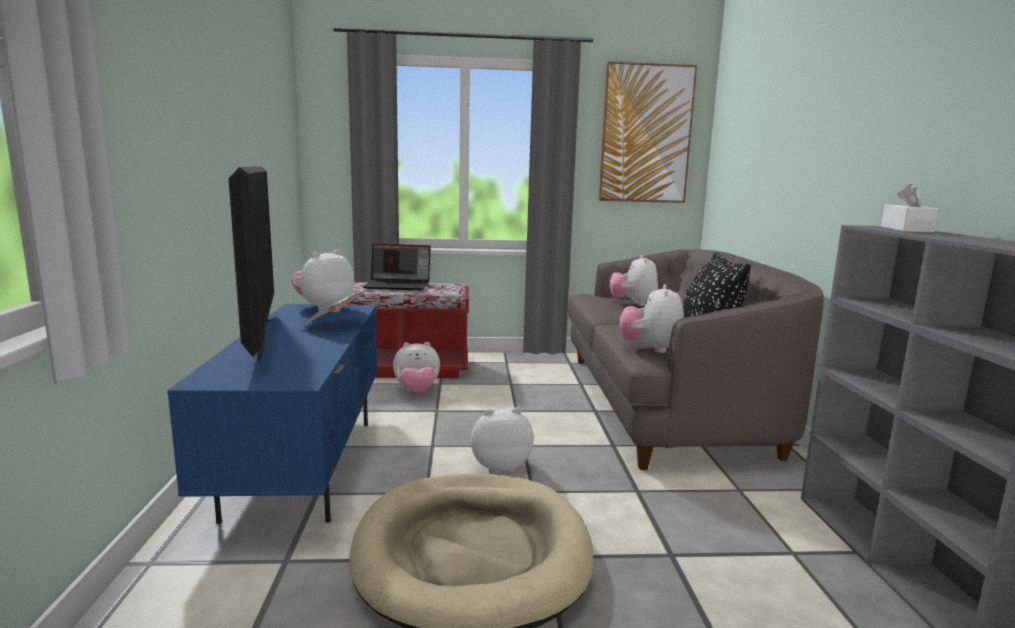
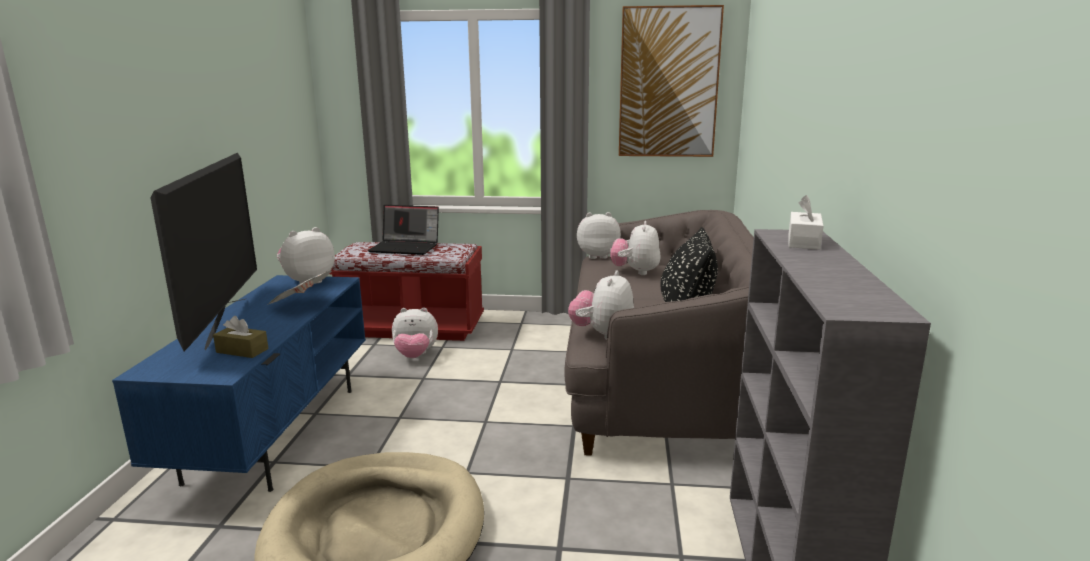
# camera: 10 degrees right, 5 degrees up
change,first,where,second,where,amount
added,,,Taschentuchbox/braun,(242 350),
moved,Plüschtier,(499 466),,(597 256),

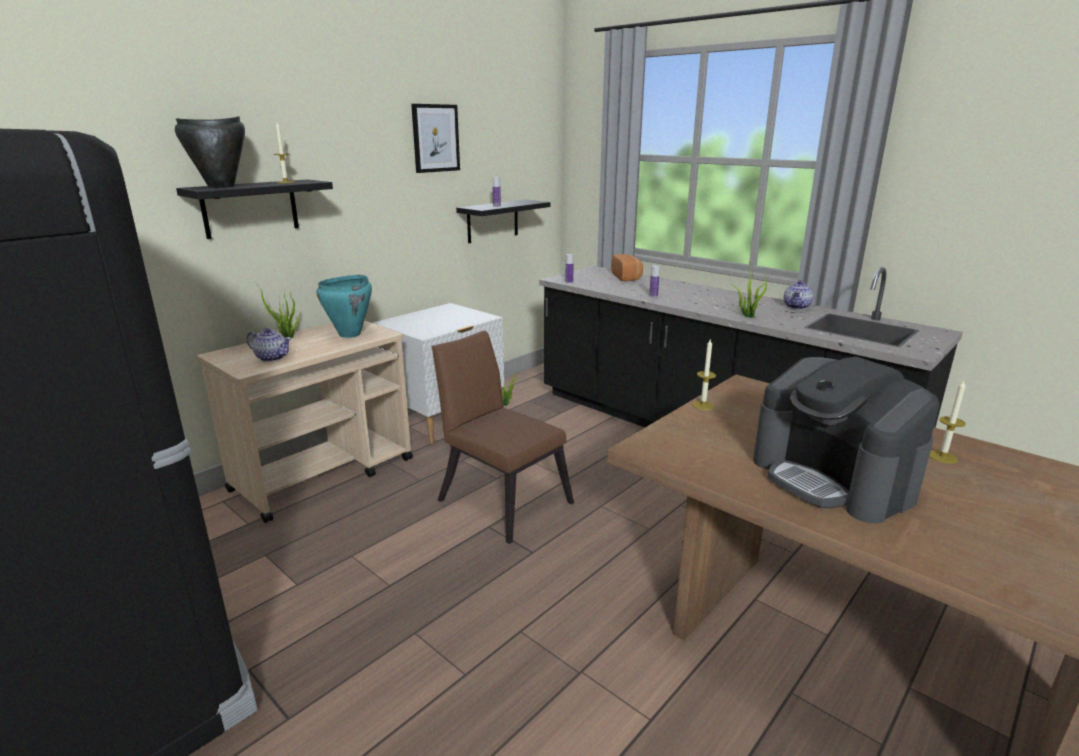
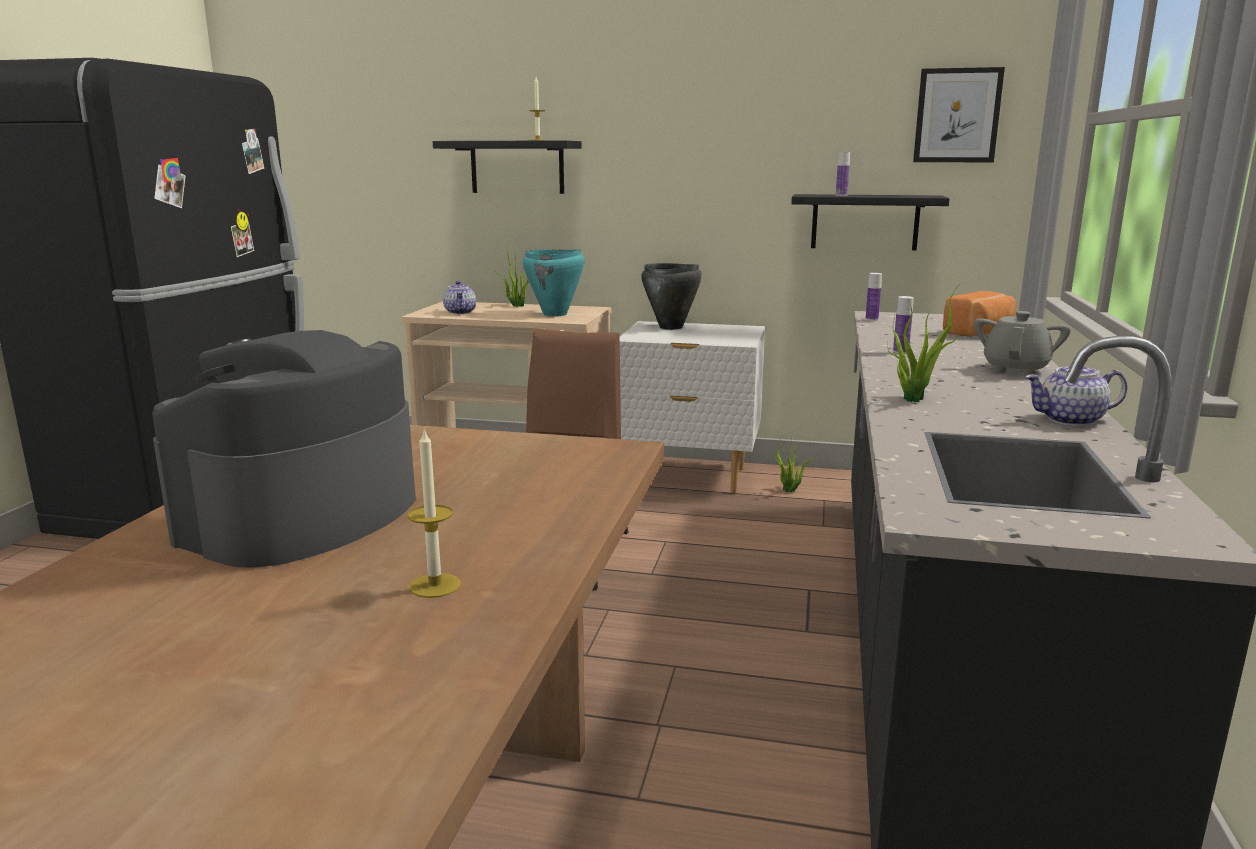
# camera: 60 degrees right, 5 degrees down
change,first,where,second,where,amount
moved,Kochtopf/schwarz,(221 186),,(671 327),
moved,Bild,(435 138),,(957 116),
added,,,Teekanne/grau,(1015 370),
removed,Kerze,(703 405),,,

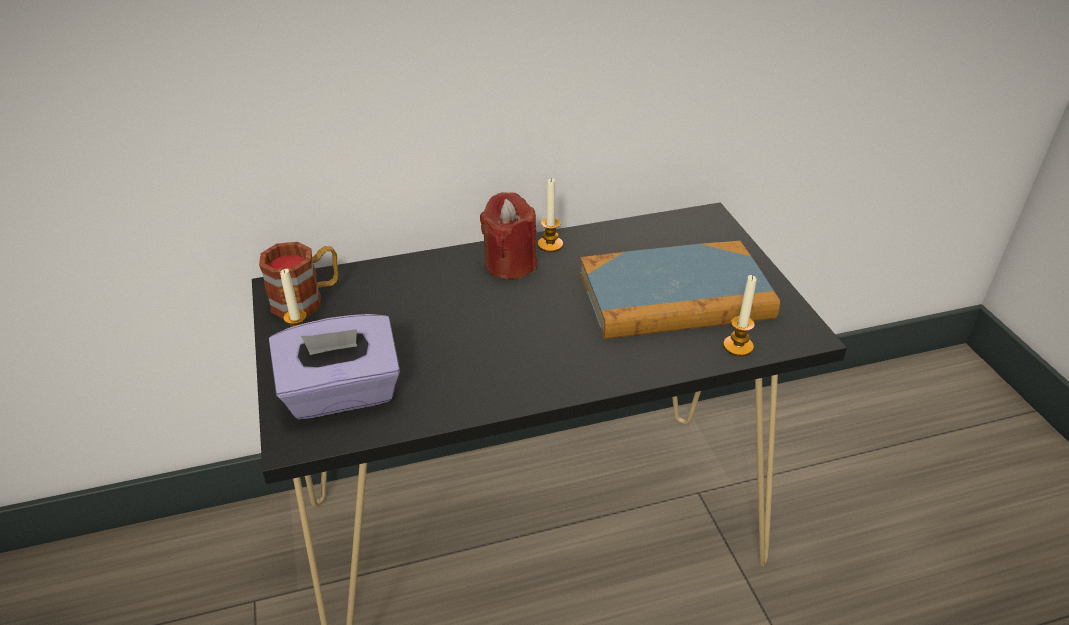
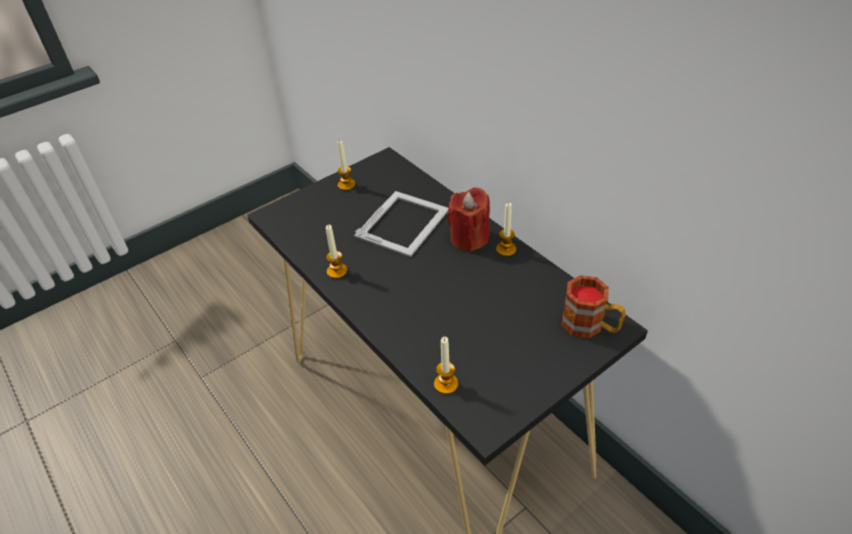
# camera: 70 degrees right, 5 degrees up
change,first,where,second,where,amount
added,,,Kerze,(337 271),
added,,,Bilderrahmen,(404 222),
moved,Henkelbecher,(307 299),,(590 326),
removed,Taschentuchbox/lila,(342 394),,,
removed,Buch,(675 297),,,

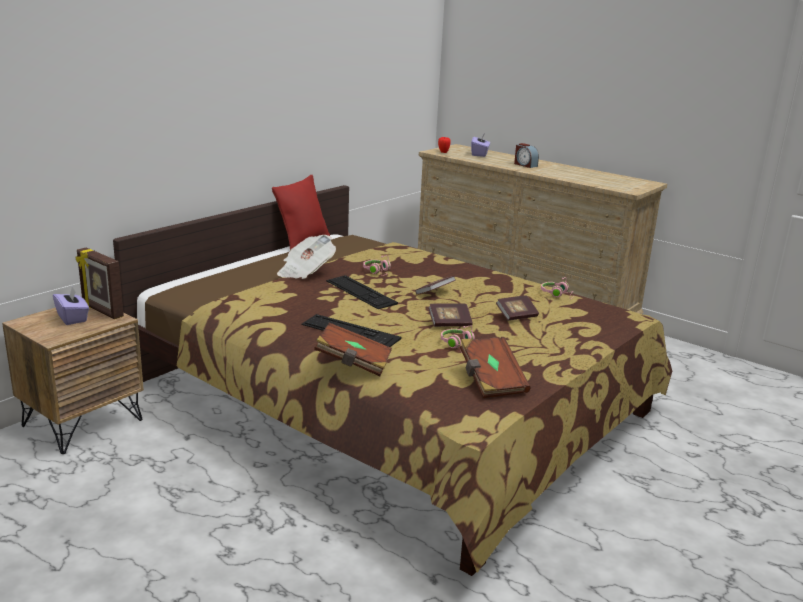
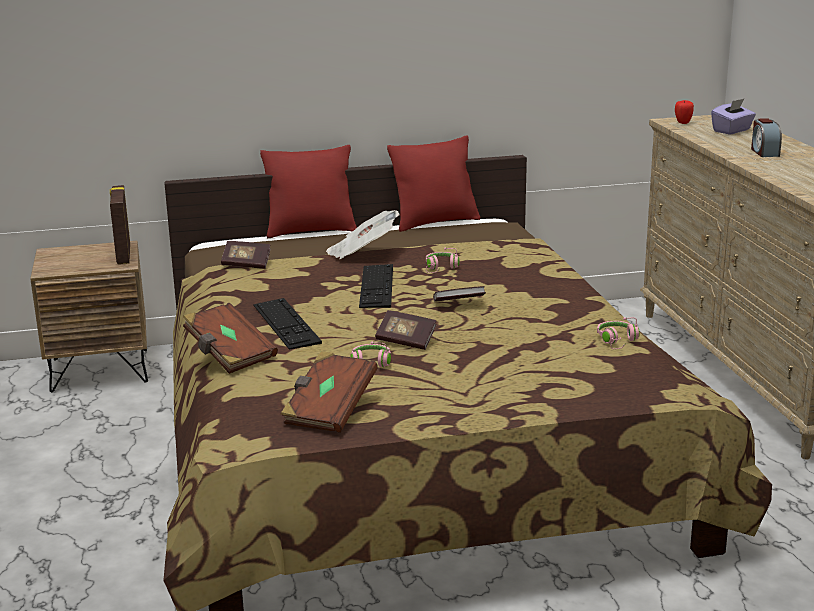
# camera: 40 degrees right, 0 degrees up
change,first,where,second,where,amount
moved,Buch,(516 316),,(246 264),
added,,,Kissen/rot,(311 231),
removed,Taschentuchbox/lila,(72 318),,,

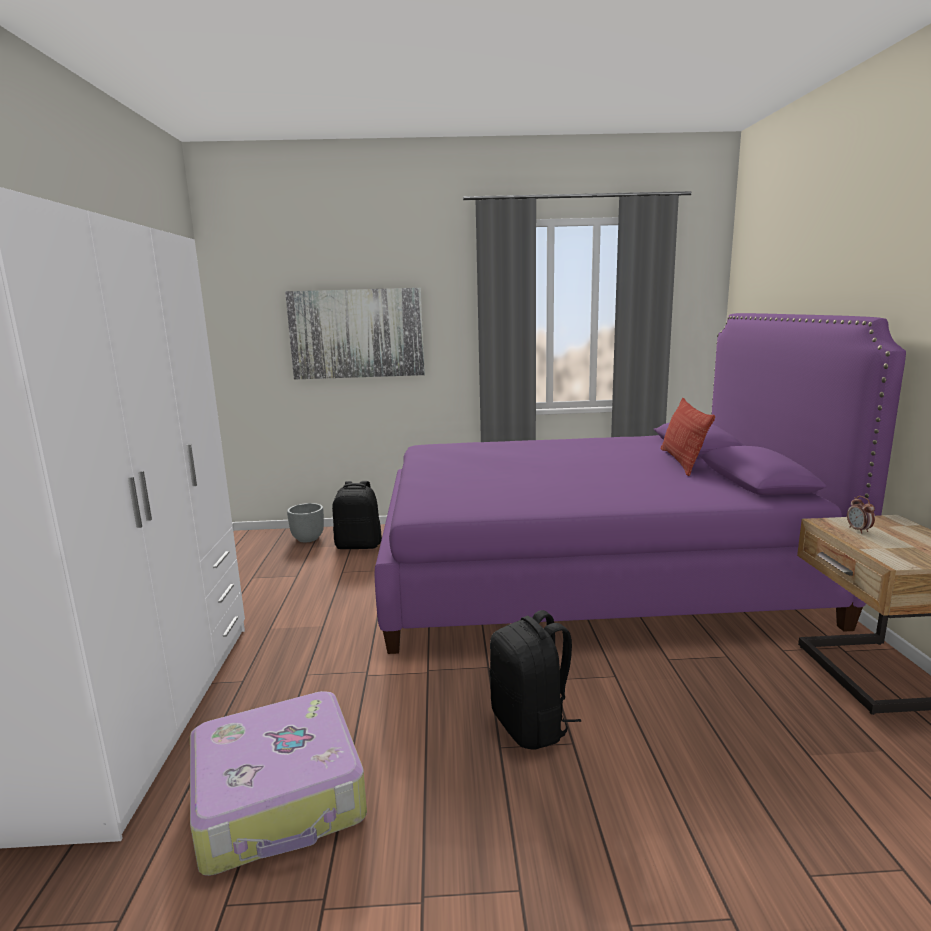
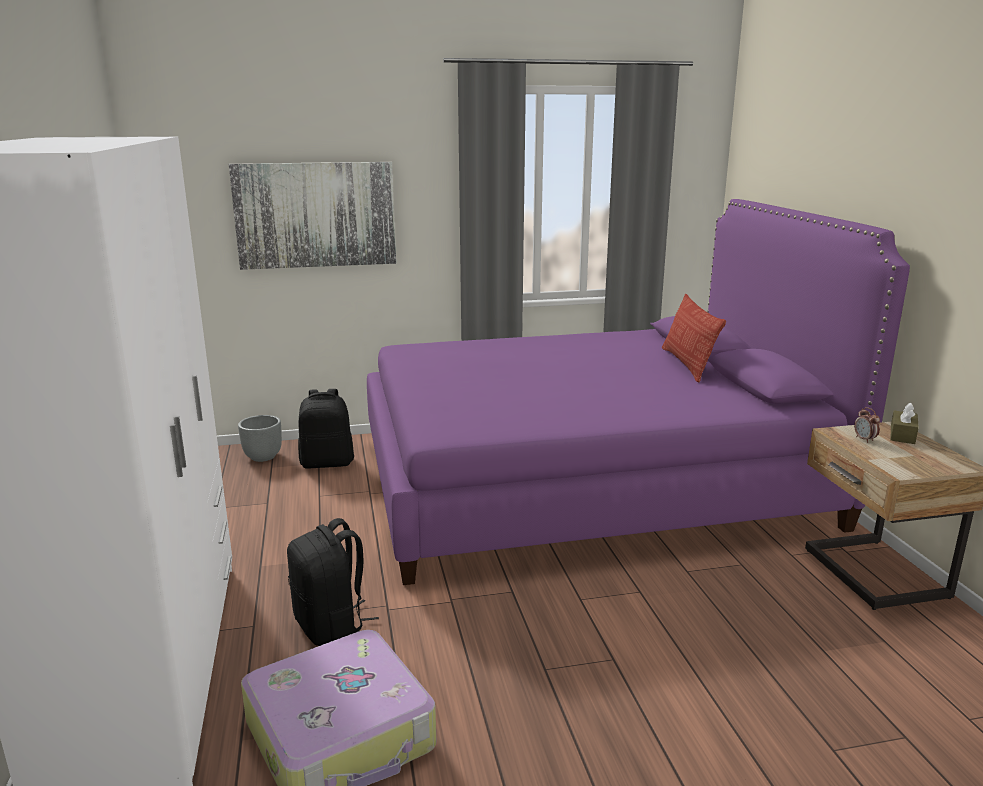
# camera: 10 degrees left, 5 degrees up
change,first,where,second,where,amount
moved,Rucksack/schwarz,(531 725),,(331 626),
added,,,Taschentuchbox/braun,(902 435),

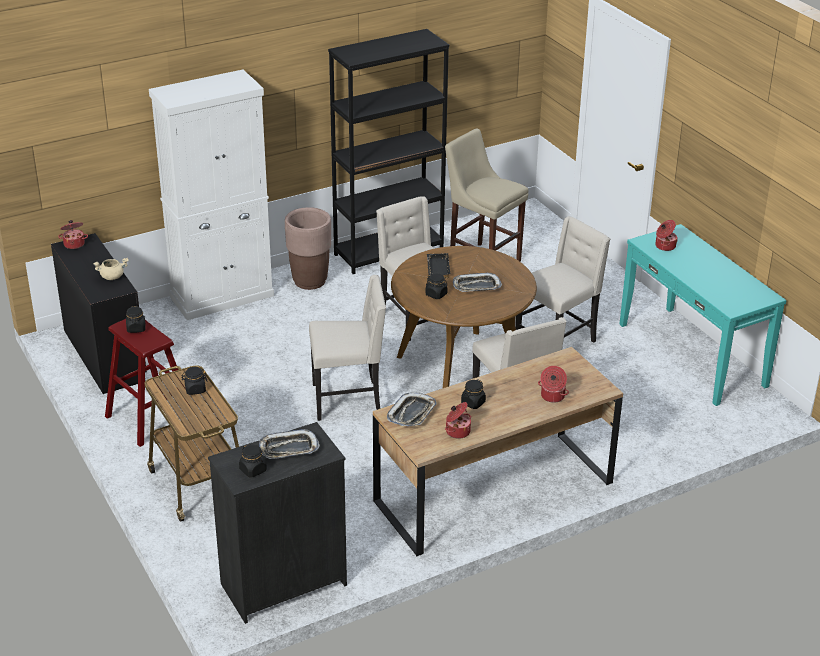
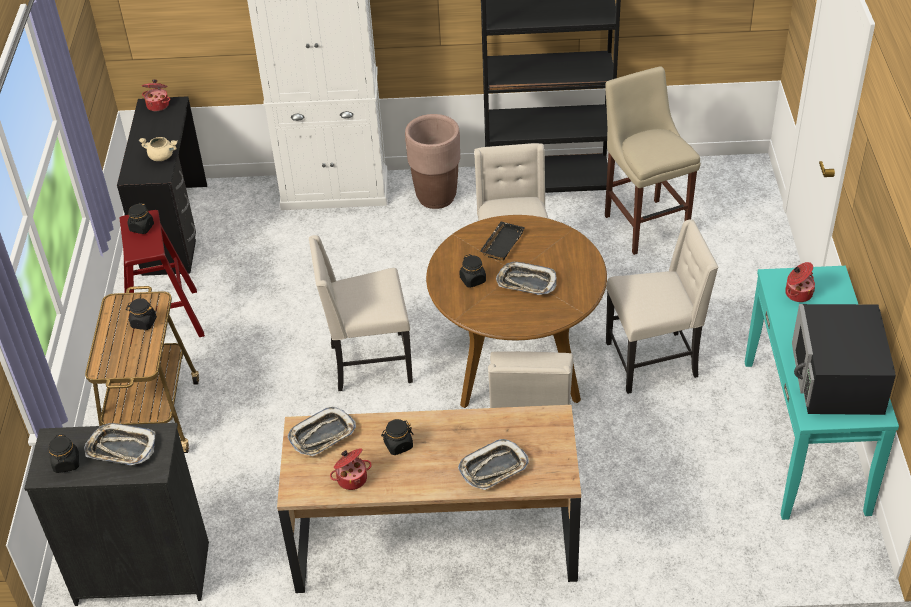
# camera: 30 degrees right, 10 degrees up
change,first,where,second,where,amount
turned,Stuhl/beige,(348 399),,(368 363),150 degrees clockwise
replaced,Kochtopf,(552 396),Tablett,(493 468),
added,,,Mikrowelle/schwarz,(837 378),

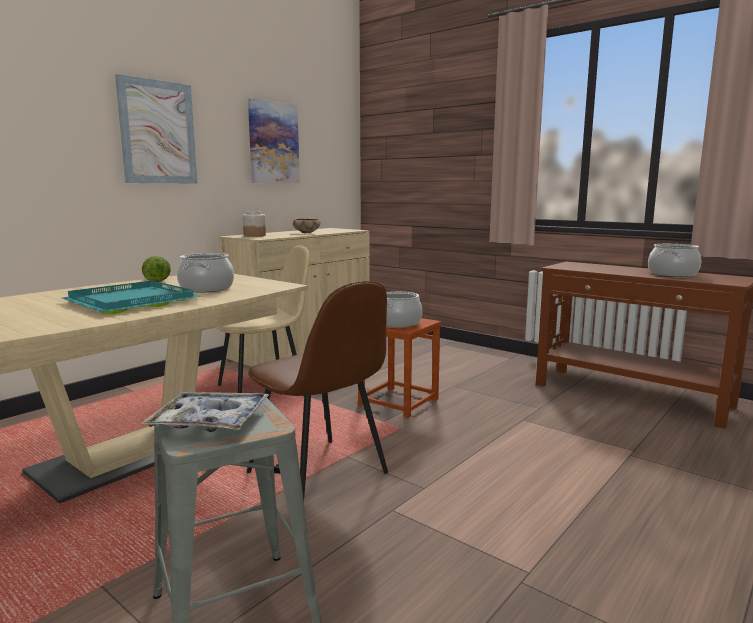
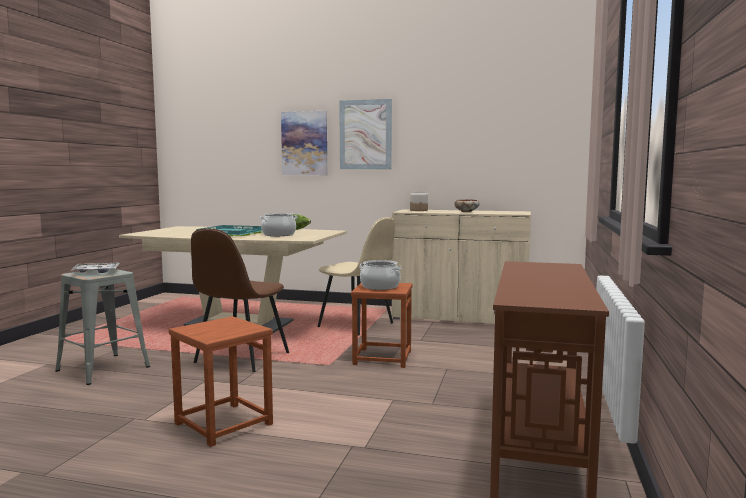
# camera: 65 degrees right, 5 degrees down
change,first,where,second,where,amount
added,,,Hocker/braun,(223 424),
moved,Bild,(273 143),,(304 143),
removed,Kochtopf,(673 274),,,

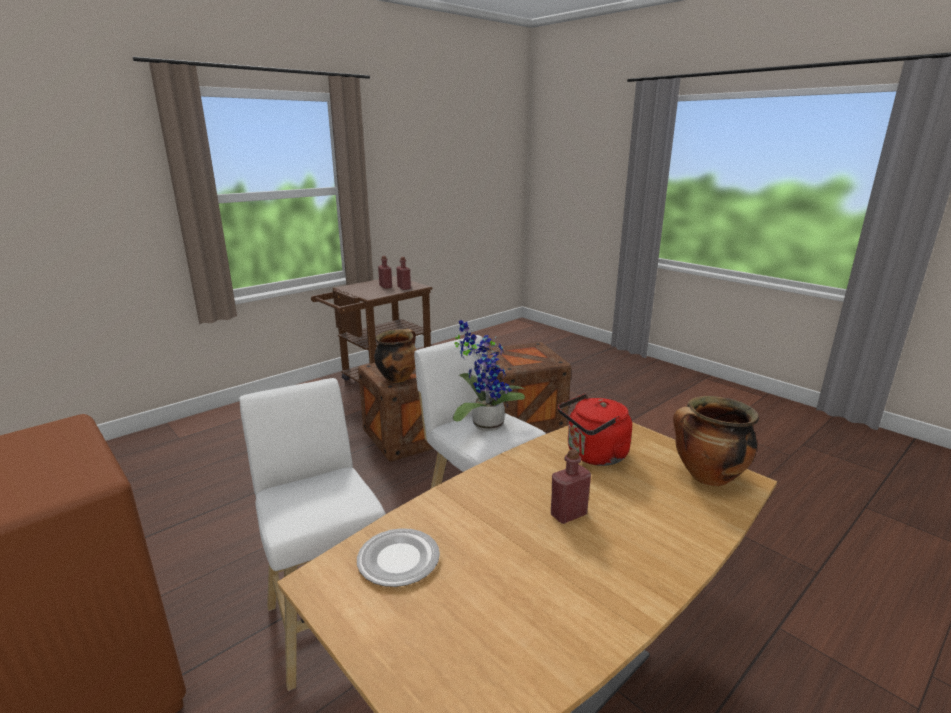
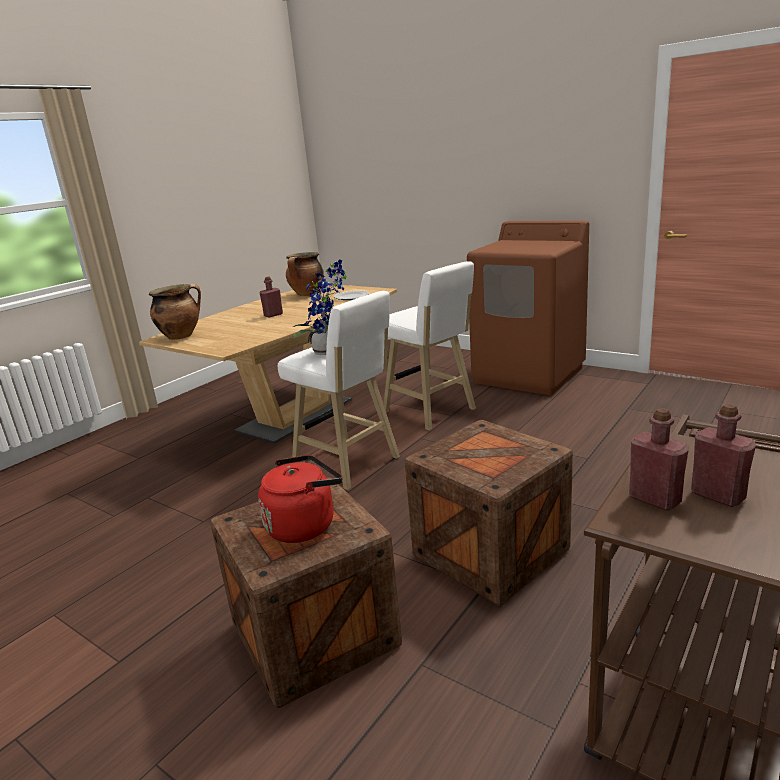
# camera: 170 degrees right, 0 degrees up
change,first,where,second,where,amount
moved,Wasserkessel/rot,(594 455),,(304 525),
moved,Kochtopf,(397 378),,(307 294),

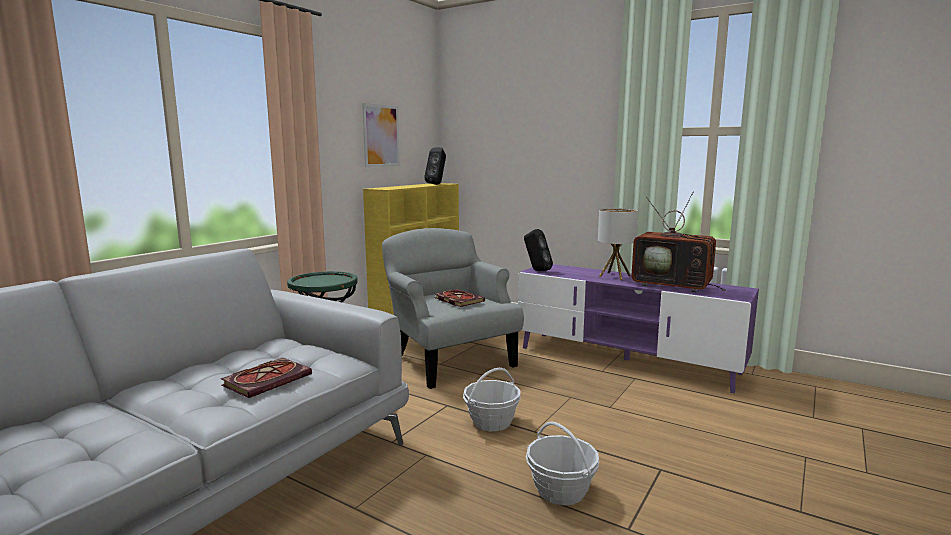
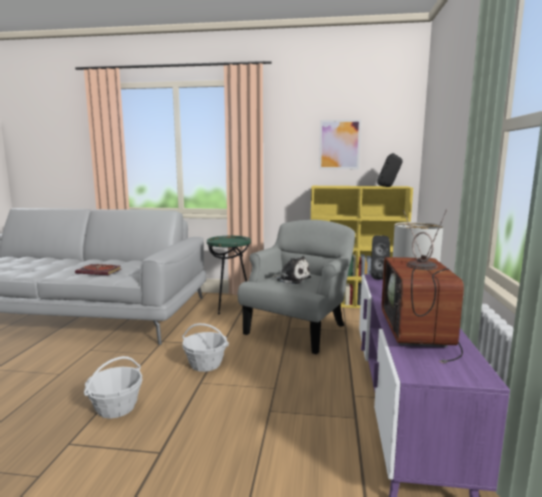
# camera: 65 degrees right, 0 degrees up
change,first,where,second,where,amount
replaced,Buch,(457 300),Plüschtier,(292 279),

